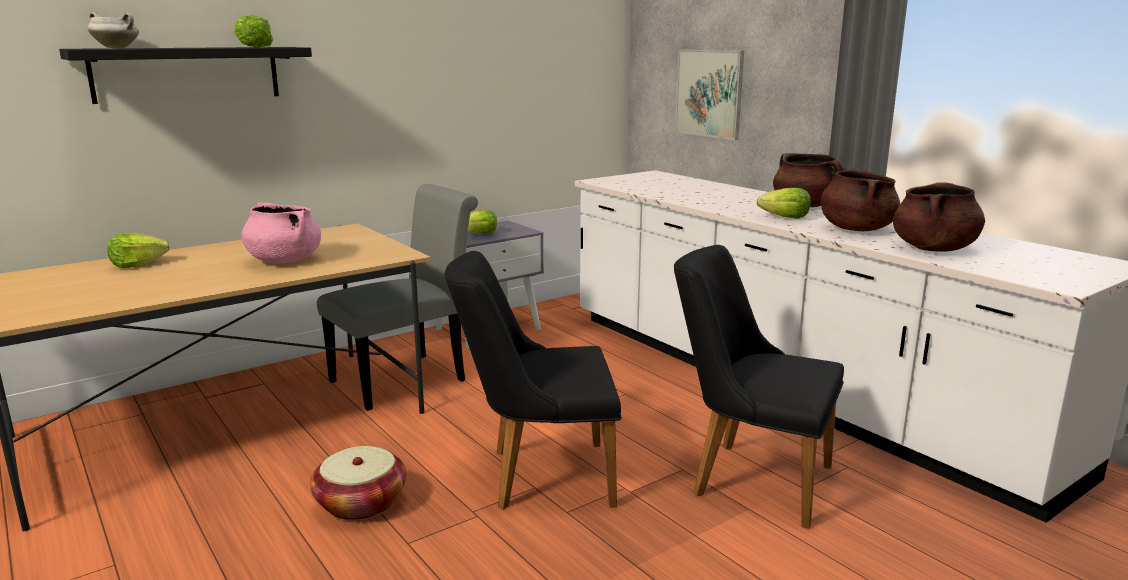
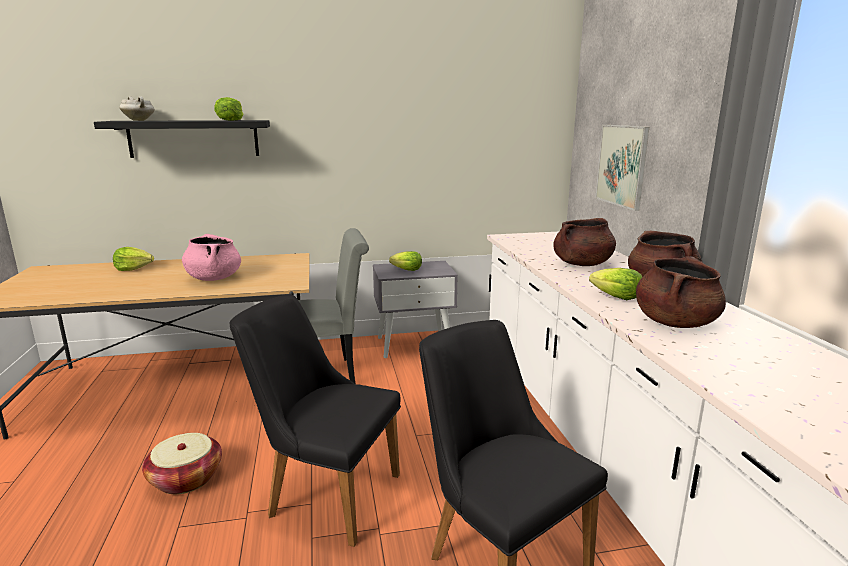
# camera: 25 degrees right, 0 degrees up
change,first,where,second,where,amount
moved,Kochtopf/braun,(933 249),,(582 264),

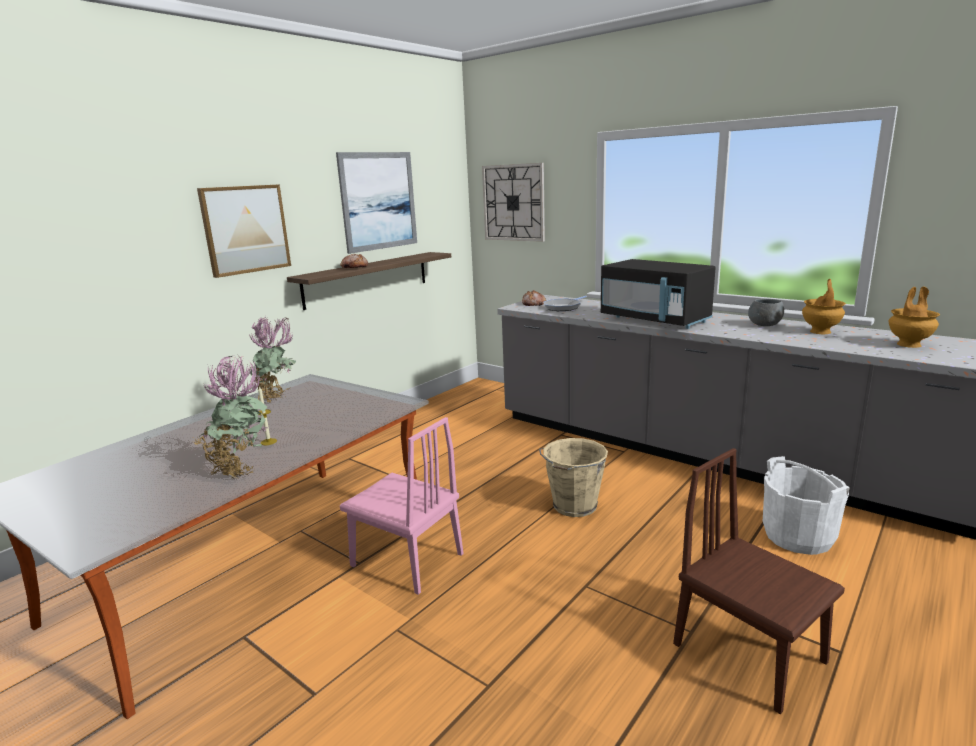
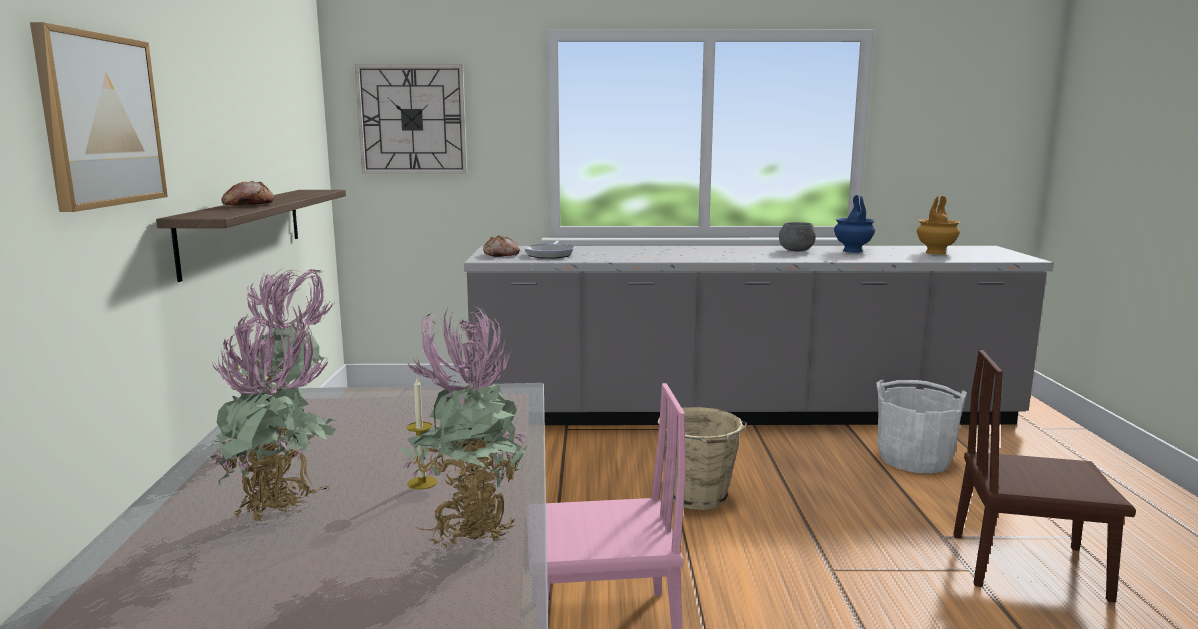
# camera: 40 degrees left, 5 degrees down
change,first,where,second,where,amount
added,,,Topfpflanze,(283 517),
recoloured,Vase/braun,(820 332),Vase/blau,(853 251),
removed,Bild,(378 201),,,
removed,Mikrowelle/schwarz,(654 320),,,

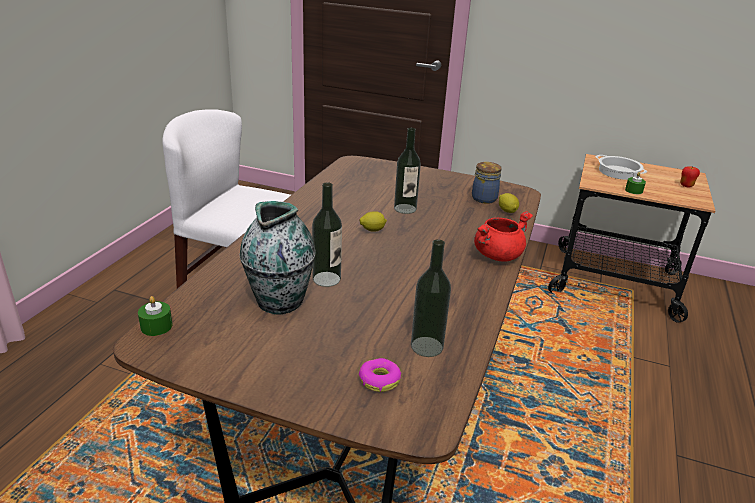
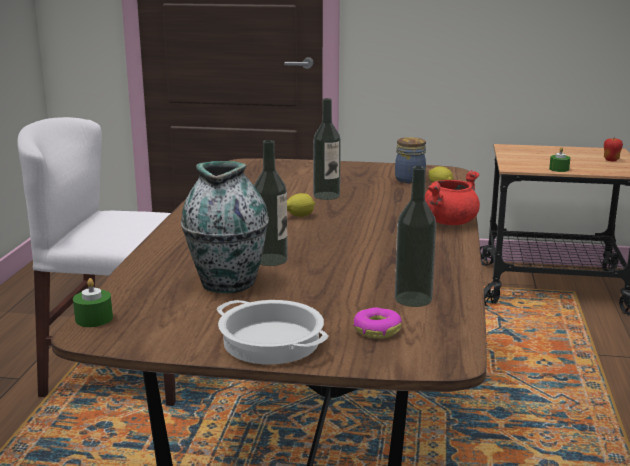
# camera: 10 degrees left, 10 degrees down
change,first,where,second,where,amount
moved,Kochtopf,(619 172),,(272 341),

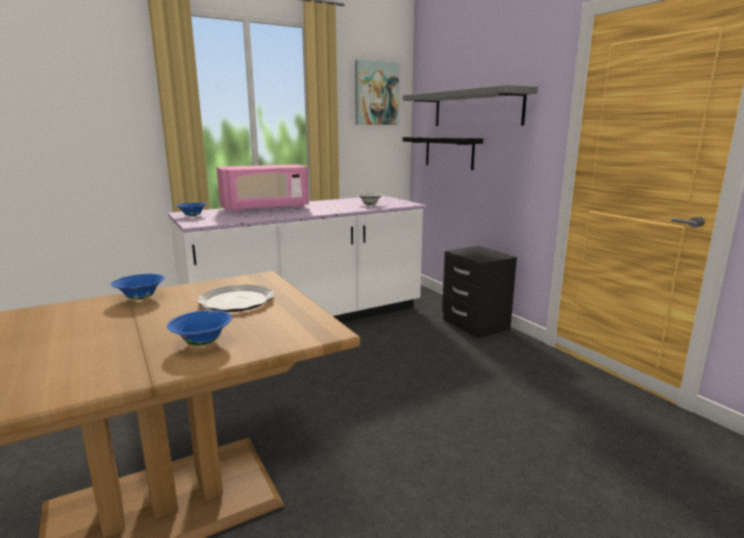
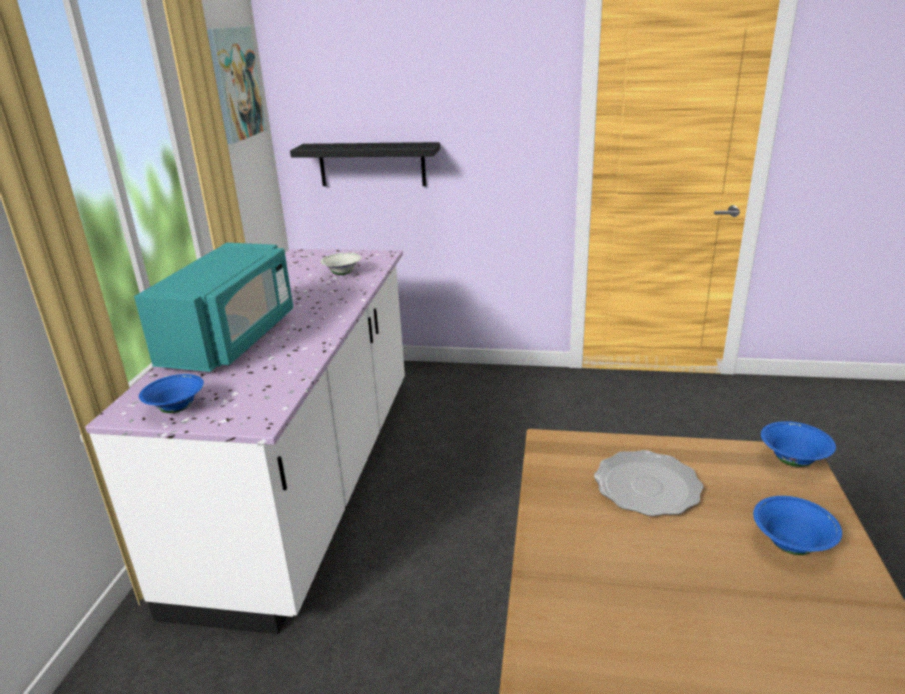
# camera: 50 degrees left, 10 degrees up
change,first,where,second,where,amount
recoloured,Mikrowelle/rosa,(265 208),Mikrowelle/türkis,(232 339),
moved,Schüssel/blau,(140 298),,(793 461),
removed,Wandregal/grau,(476 109),,,
removed,Nachttisch/schwarz,(475 324),,,

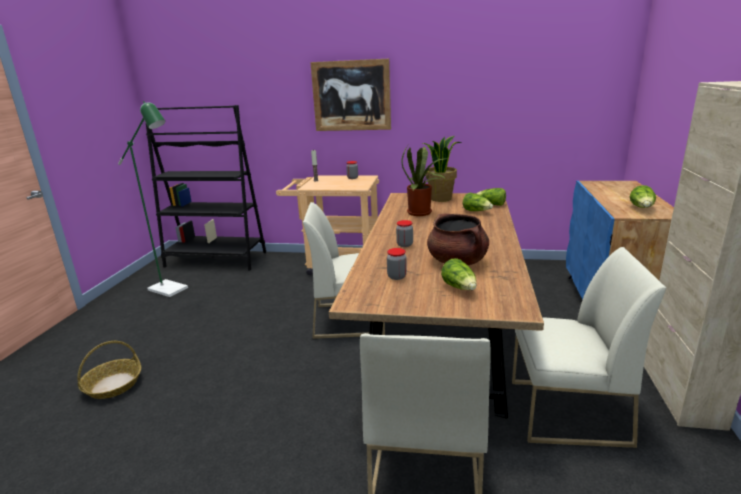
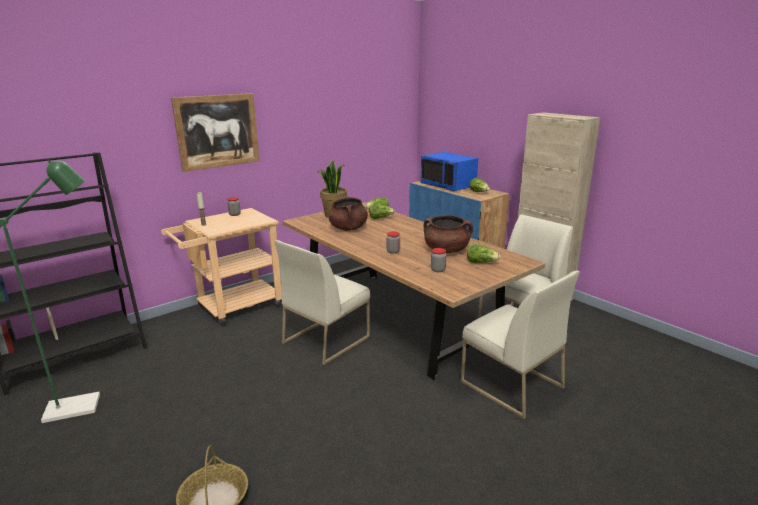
# camera: 50 degrees left, 0 degrees up
change,first,where,second,where,amount
replaced,Topfpflanze,(422 213),Kochtopf/braun,(348 228),
added,,,Mikrowelle/blau,(449 185),

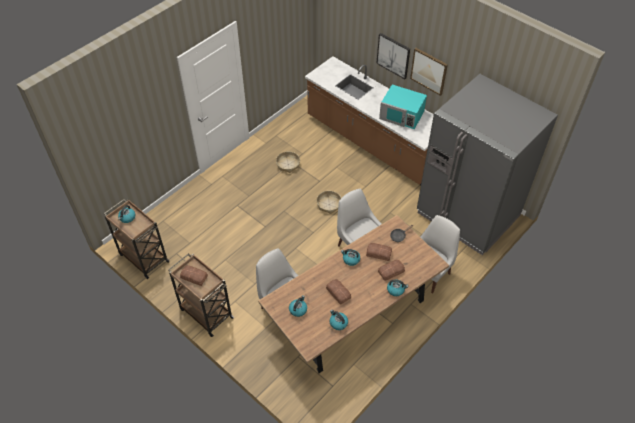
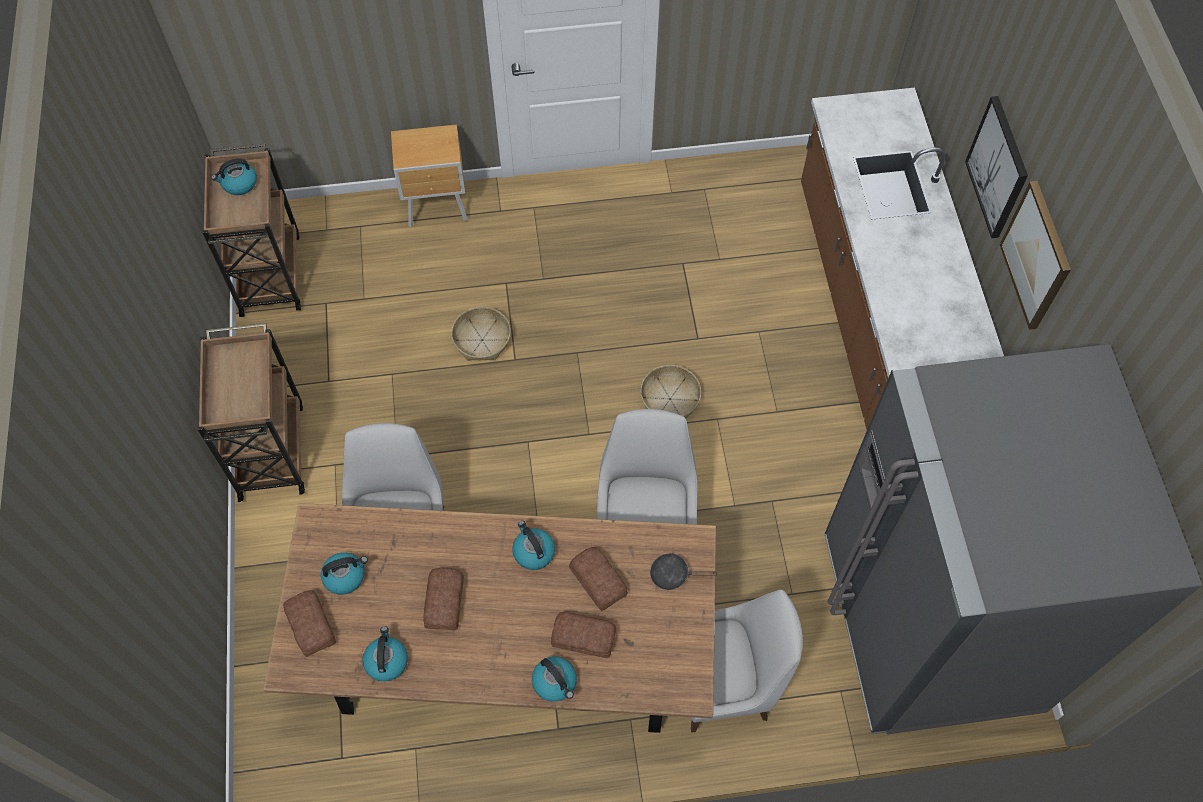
# camera: 40 degrees right, 10 degrees up
change,first,where,second,where,amount
moved,Brot,(194 277),,(310 626),
added,,,Nachttisch/braun,(438 208),
moved,Korb,(288 164),,(482 340),
removed,Mikrowelle/türkis,(402 115),,,

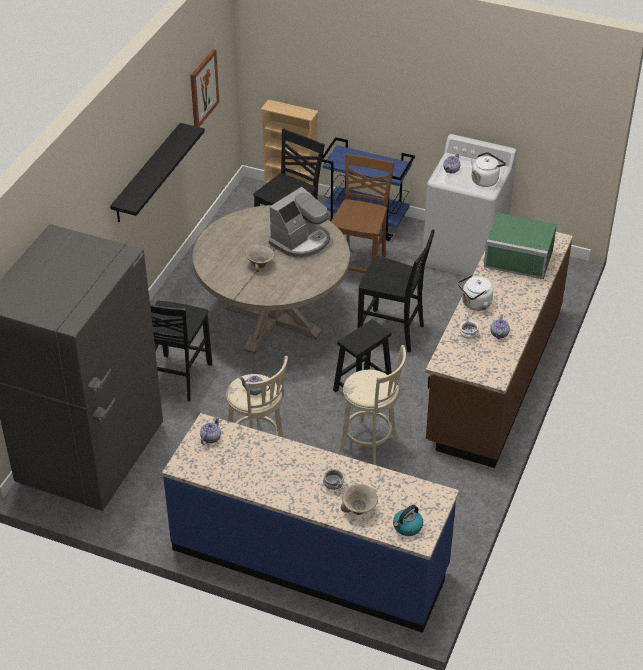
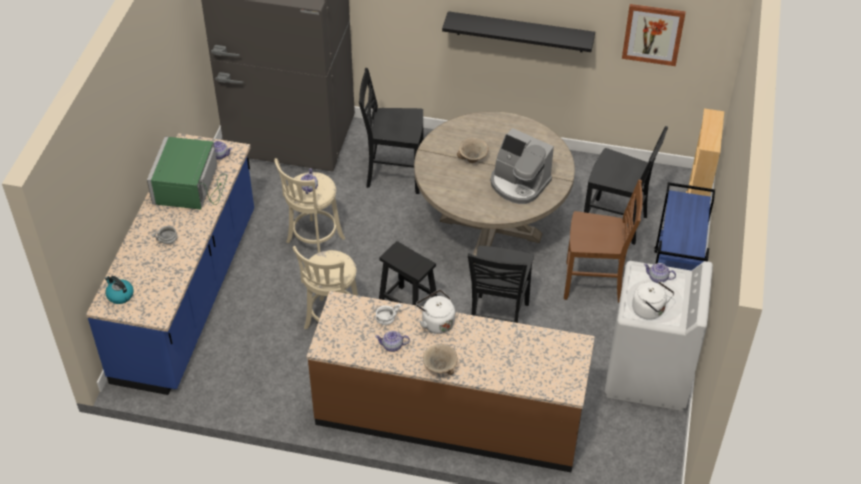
# camera: 80 degrees right, 5 degrees up
change,first,where,second,where,amount
moved,Mikrowelle/grün,(520 257),,(190 187),
moved,Schüssel/beige,(360 510),,(439 369),

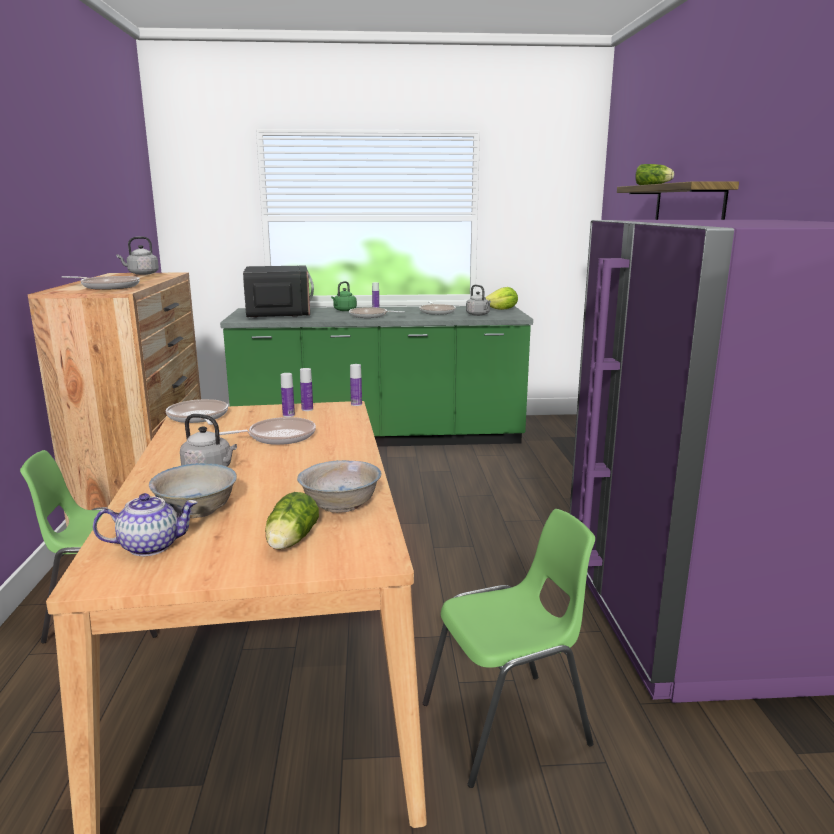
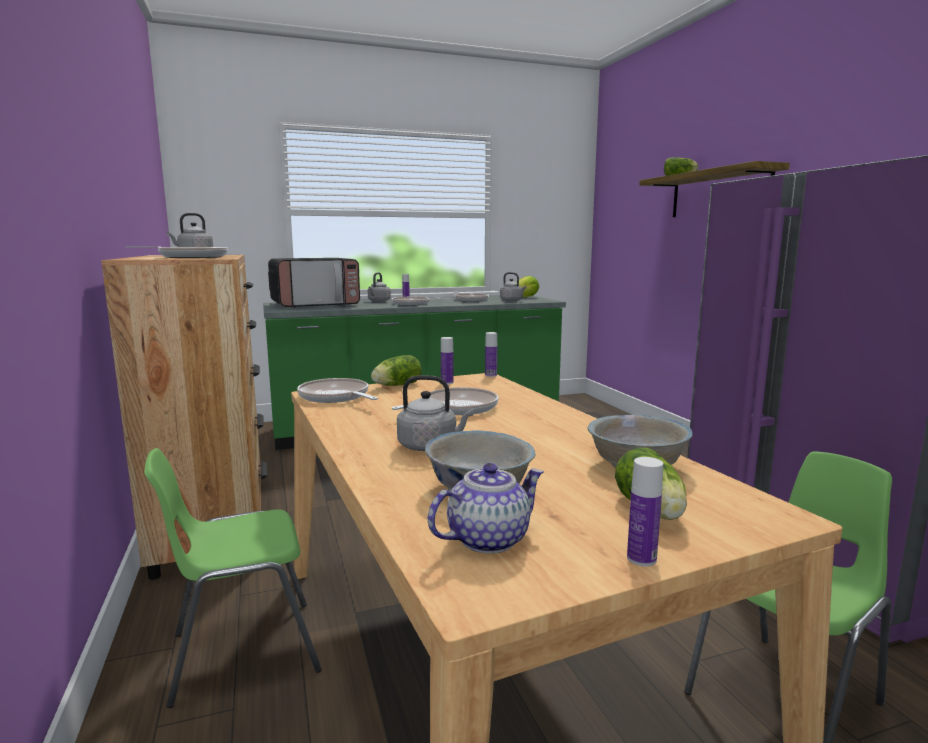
# camera: 15 degrees left, 5 degrees down
change,first,where,second,where,amount
turned,Mikrowelle,(278 313),,(315 305),90 degrees clockwise
recoloured,Wasserkessel/grün,(344 310),Wasserkessel/grau,(378 301),
added,,,Salatkopf,(395 385),
moved,Flasche,(288 415),,(641 559),

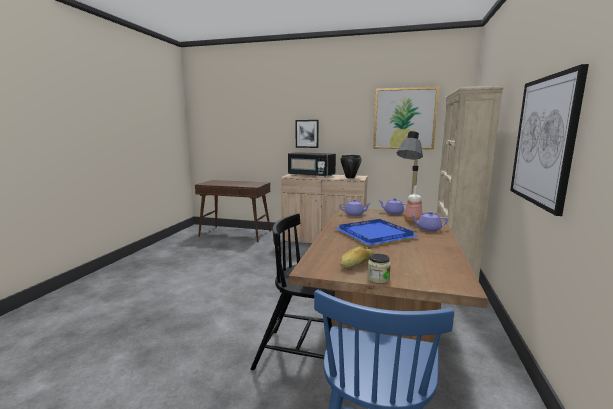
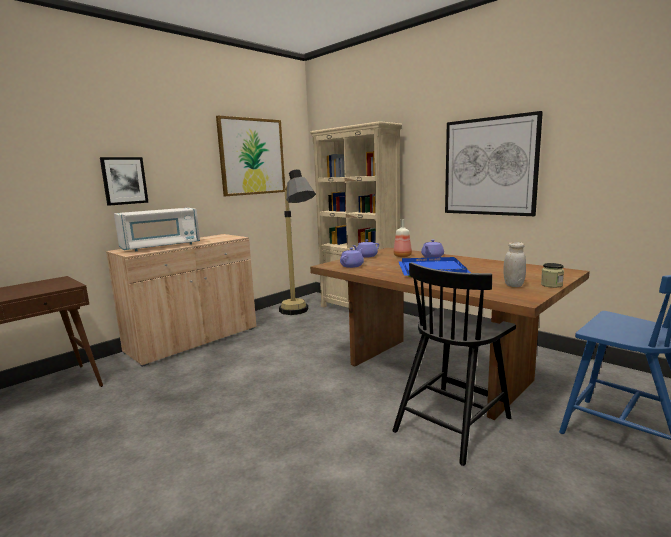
# camera: 60 degrees left, 0 degrees up
change,first,where,second,where,amount
recoloured,Mikrowelle/schwarz,(310 176),Mikrowelle/weiß,(161 246),
replaced,Brot,(357 264),Vorratsglas/weiß,(513 285),
removed,Kochtopf/schwarz,(350 177),,,

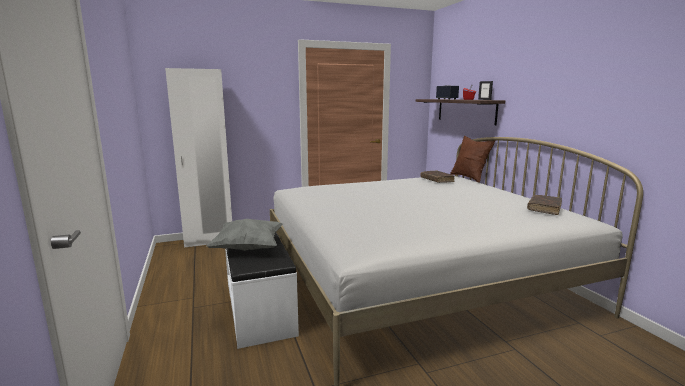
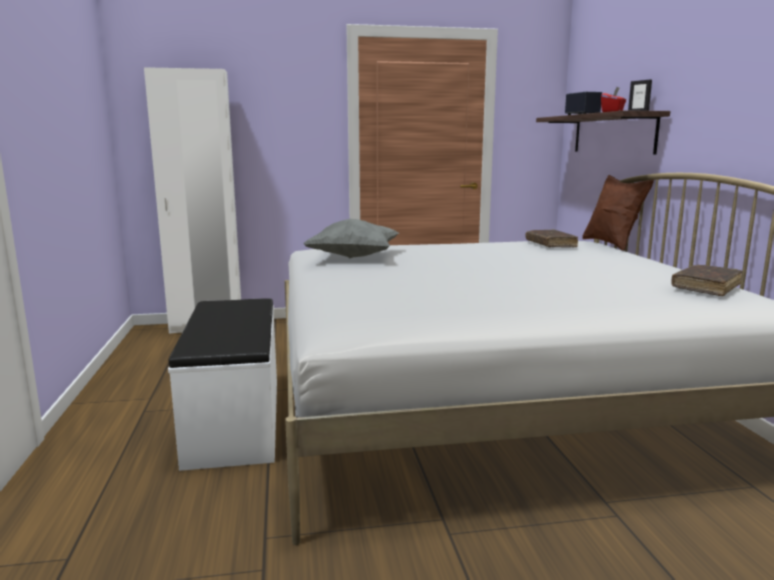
# camera: 10 degrees right, 0 degrees up
change,first,where,second,where,amount
moved,Kissen/grau,(248 248),,(354 257),

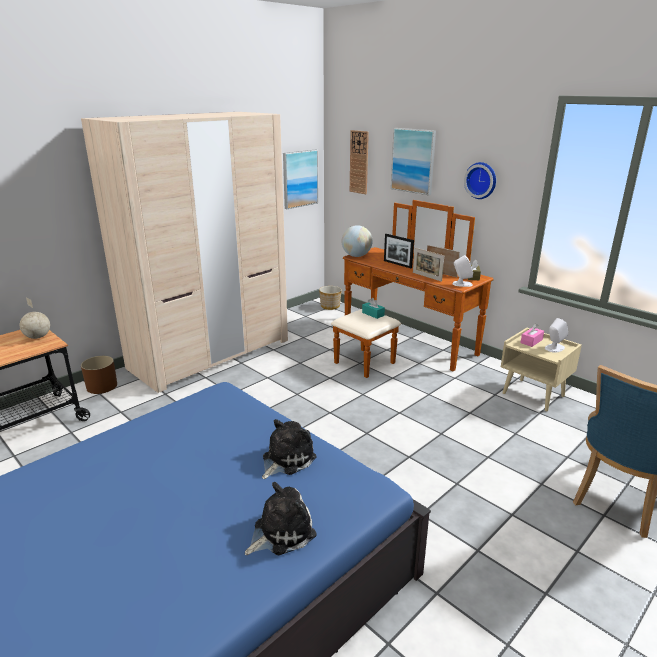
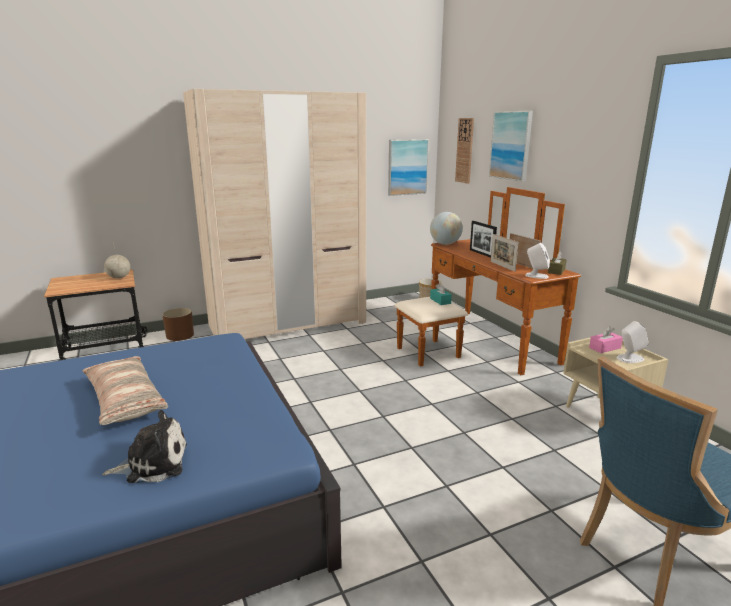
# camera: 20 degrees right, 5 degrees down
change,first,where,second,where,amount
added,,,Kissen,(124 400),
removed,Plüschtier,(286 459),,,
removed,Wanduhr,(481 180),,,

